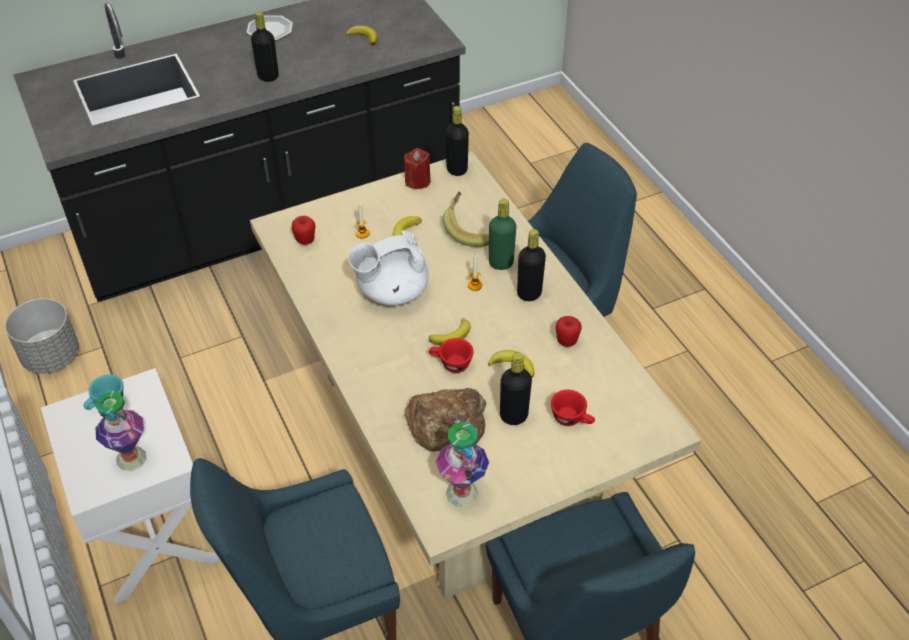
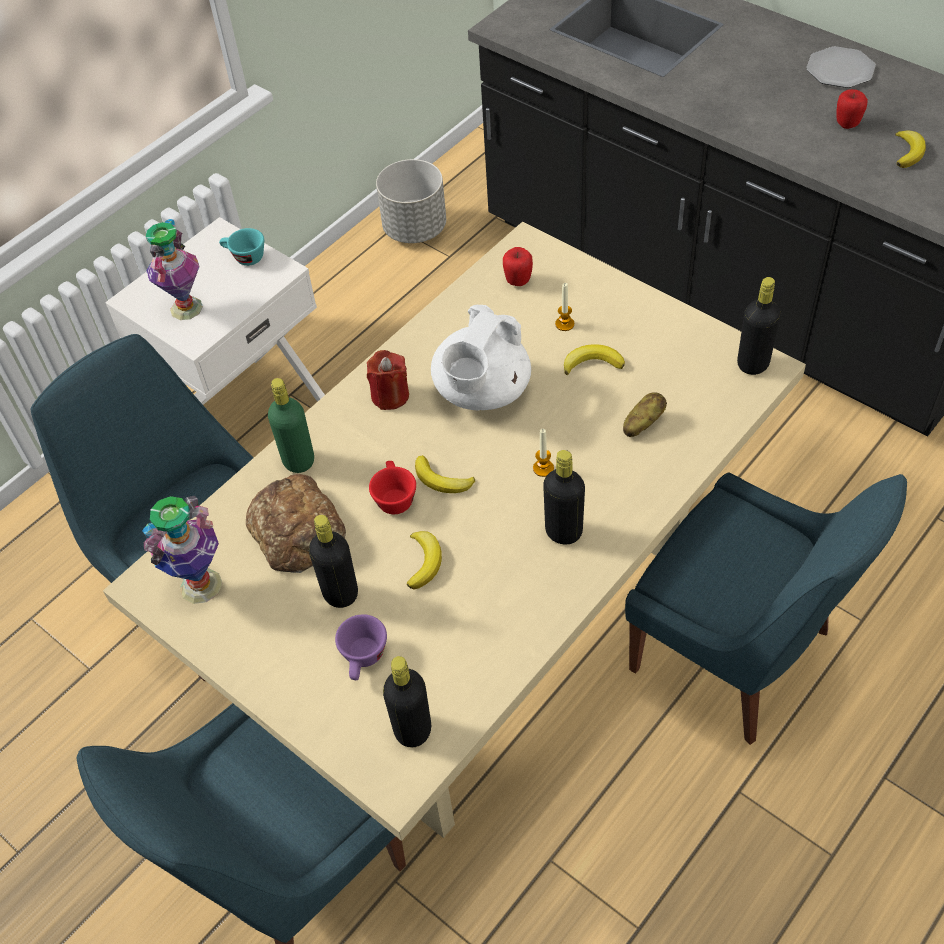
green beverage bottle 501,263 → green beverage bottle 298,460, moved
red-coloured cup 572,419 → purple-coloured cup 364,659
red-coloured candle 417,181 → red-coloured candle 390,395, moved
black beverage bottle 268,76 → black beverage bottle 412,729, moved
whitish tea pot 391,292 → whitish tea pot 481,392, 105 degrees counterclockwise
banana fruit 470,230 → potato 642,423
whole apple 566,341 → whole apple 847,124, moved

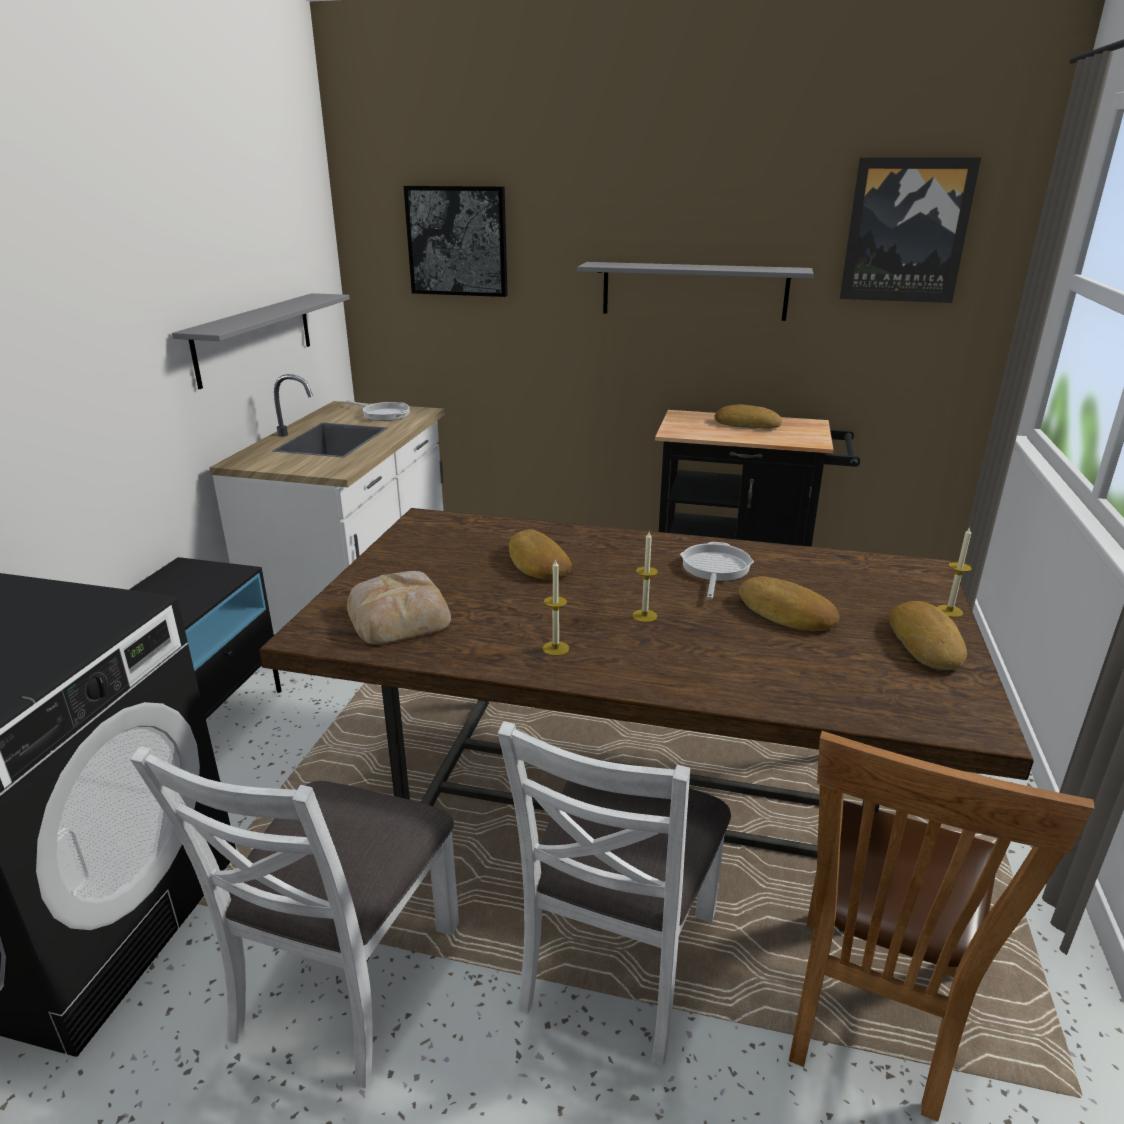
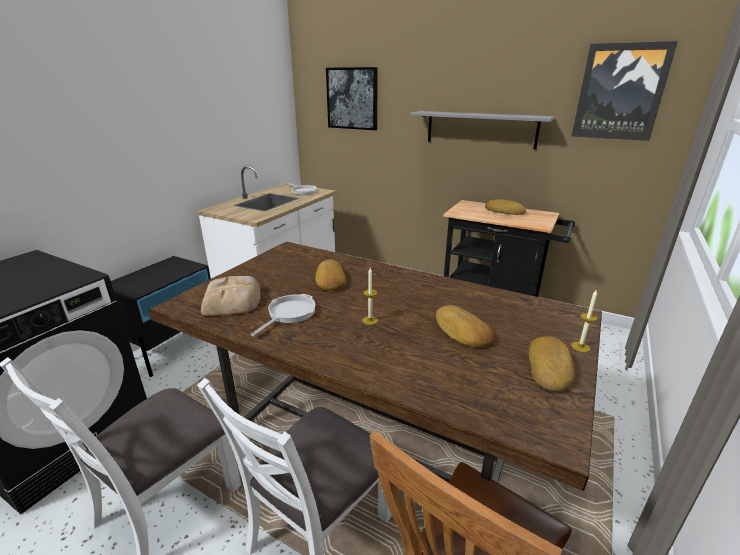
skillet 714,569 → skillet 289,313, moved
greyish wall shelf 254,338 → -
candle 555,648 → -

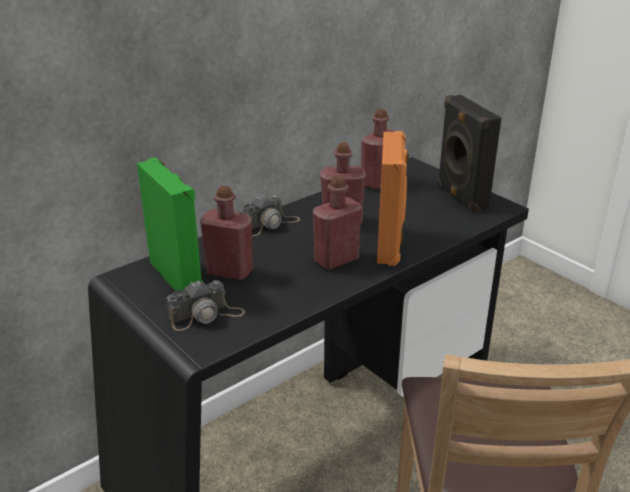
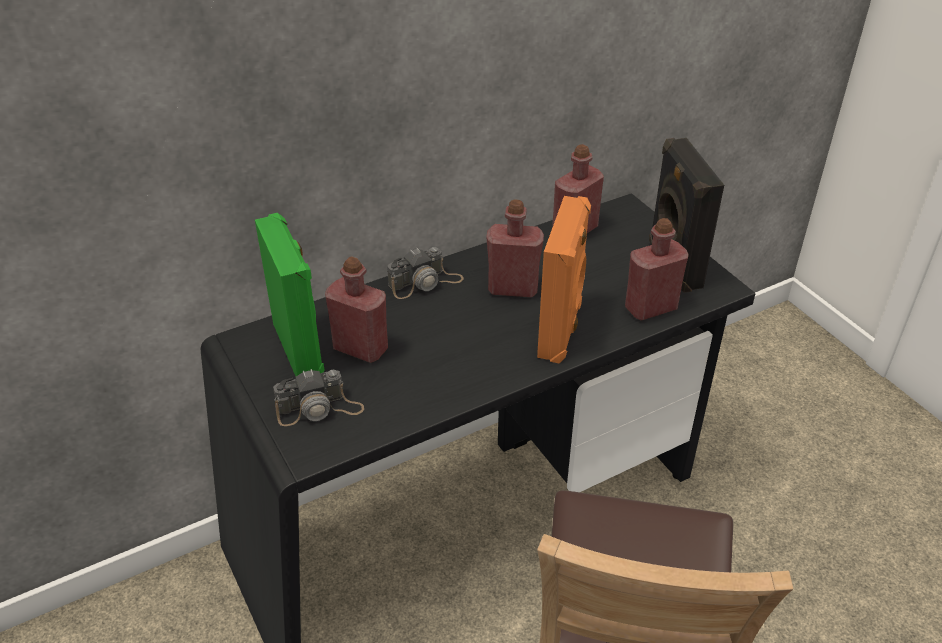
red-coloured beverage bottle 336,260 → red-coloured beverage bottle 650,308, moved

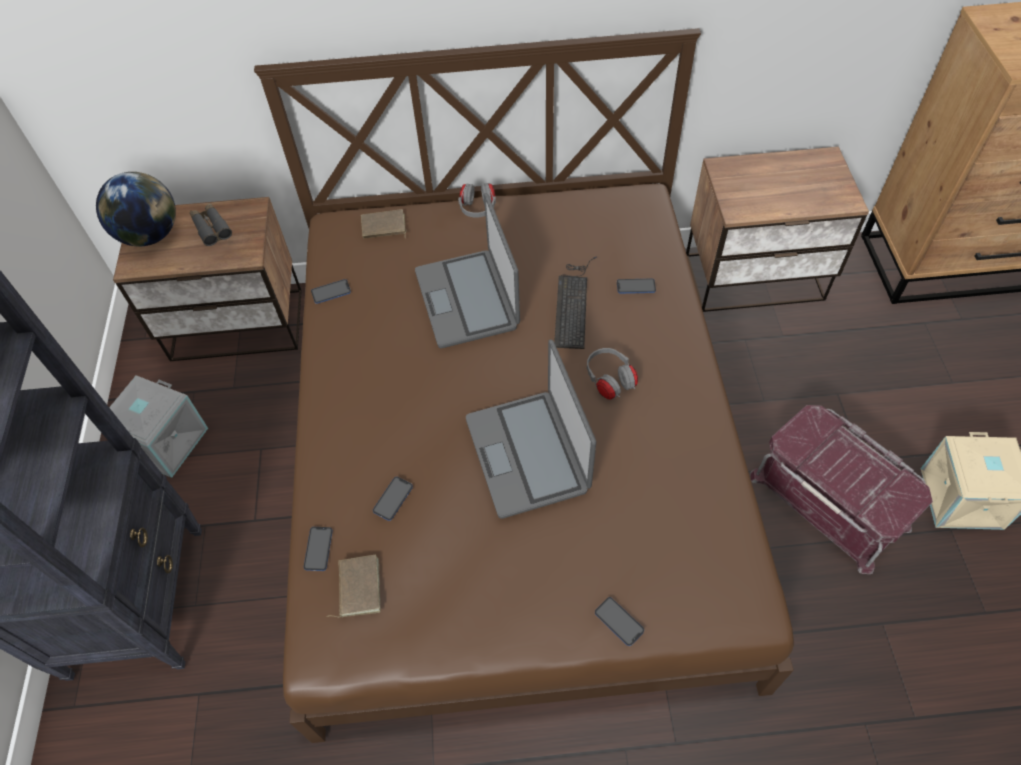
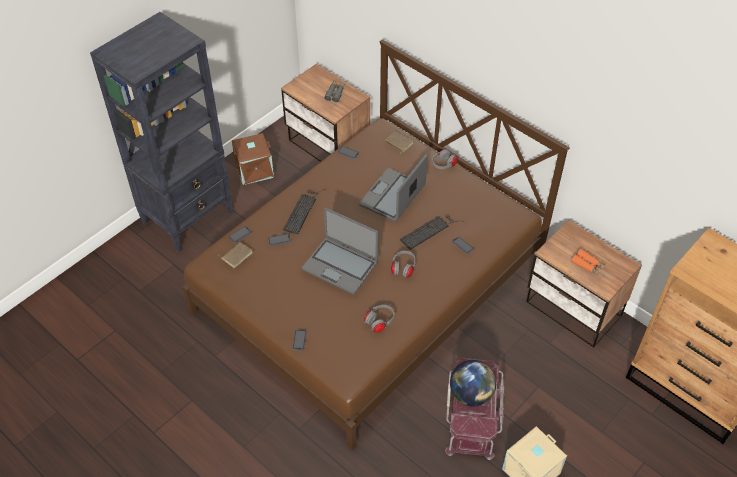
greyish storage container 164,441 → brown storage container 254,169
- → keyboard 303,210
portable computer 528,454 → portable computer 340,265, 90 degrees counterclockwise
- → greyish headset 379,322
desk globe 150,235 → desk globe 471,394, moved
- → orangey pair of binoculars 587,265

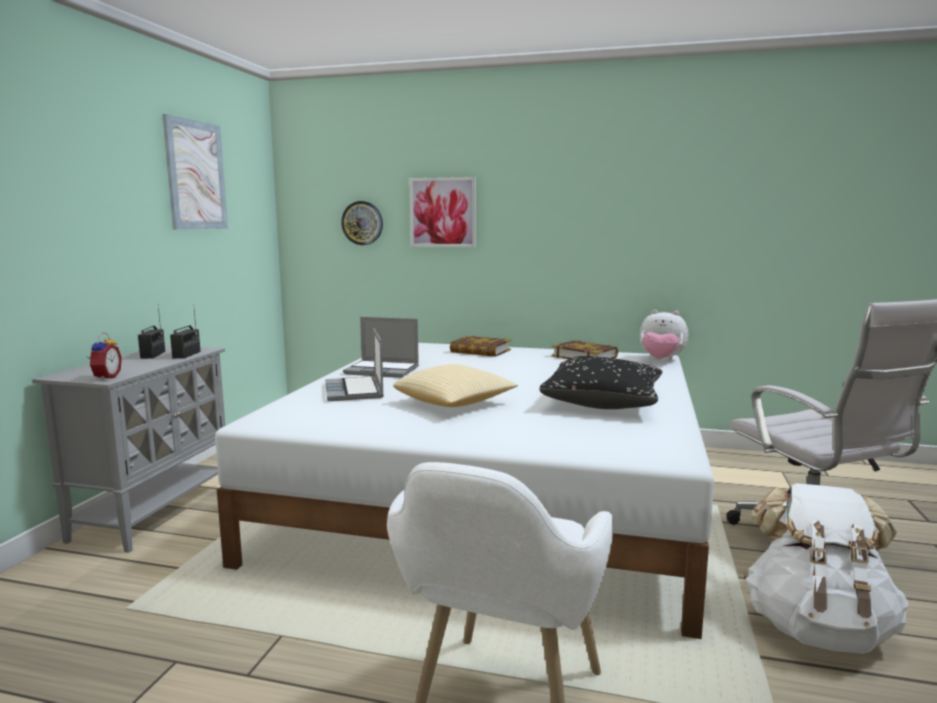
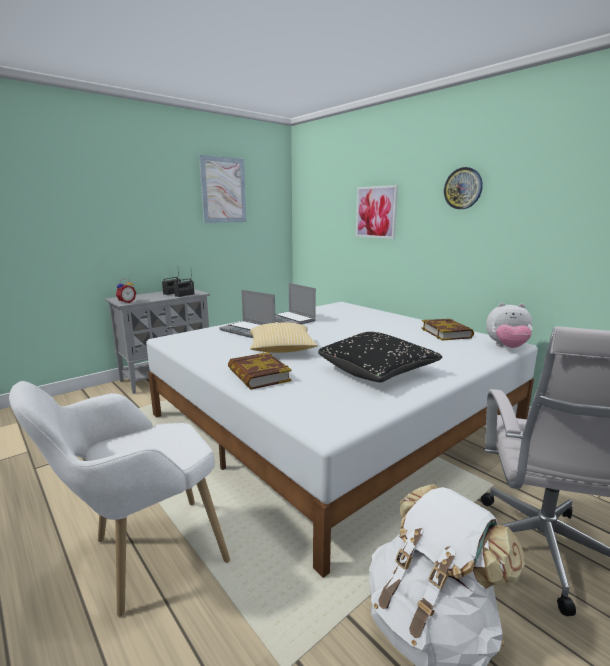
portable computer 355,391 → portable computer 249,330, 75 degrees counterclockwise
volume 480,351 → volume 258,375, moved
clock on the wall 362,223 → clock on the wall 463,188, moved
plush toy 661,360 → plush toy 506,347, 45 degrees counterclockwise

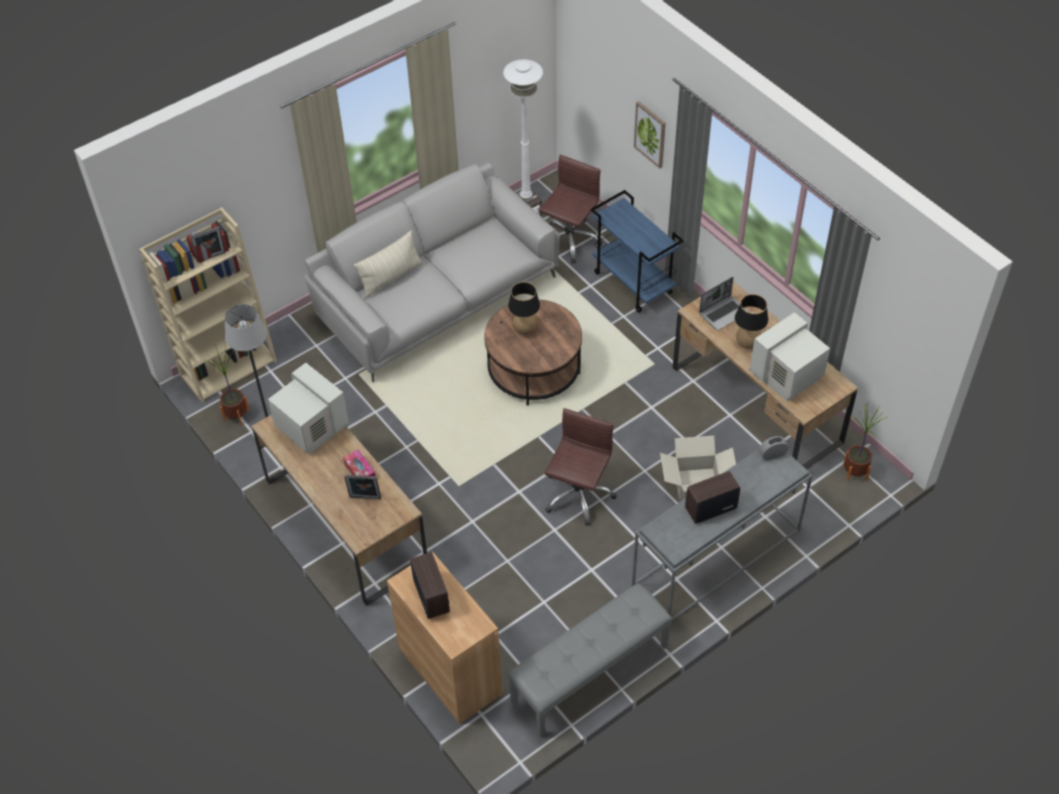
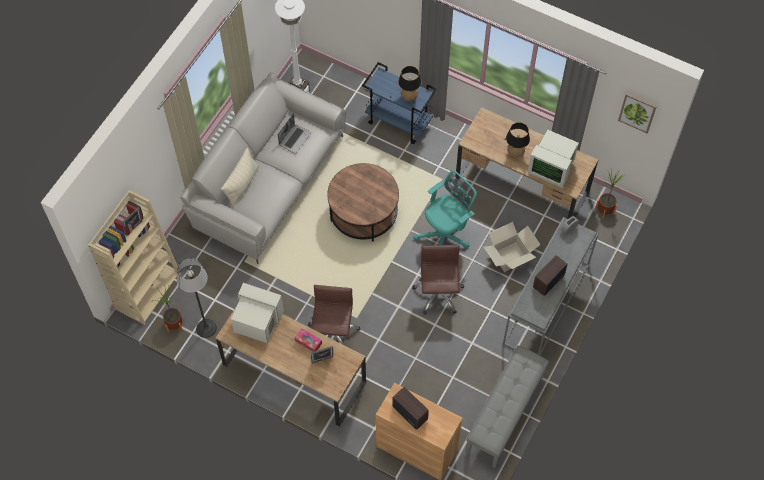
portable computer 723,313 → portable computer 294,138, moved
brown desk chair 569,240 → brown desk chair 333,334, moved
tabletop lamp 523,327 → tabletop lamp 407,95, moved
- → blue-green desk chair 445,234
monitor 787,377 → monitor 551,168, 90 degrees counterclockwise
picture 650,134 → picture 637,112, moved

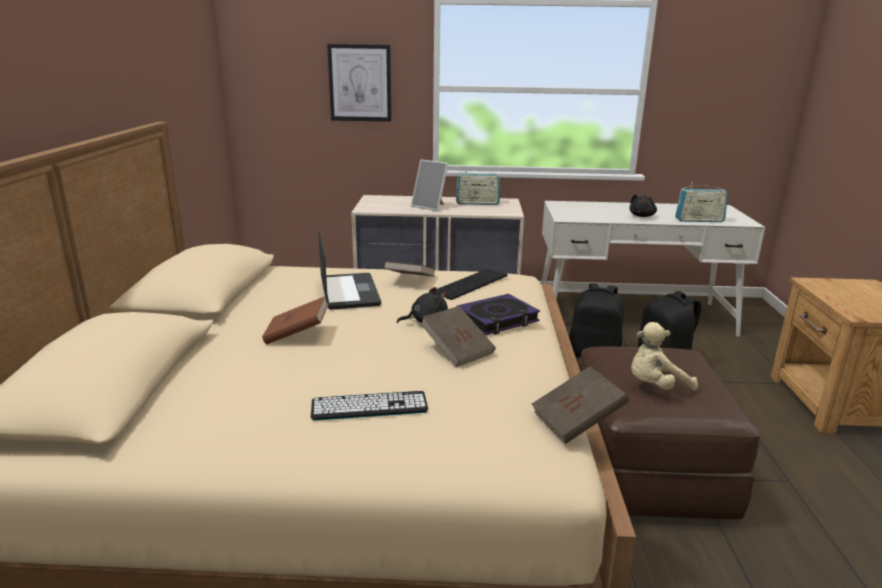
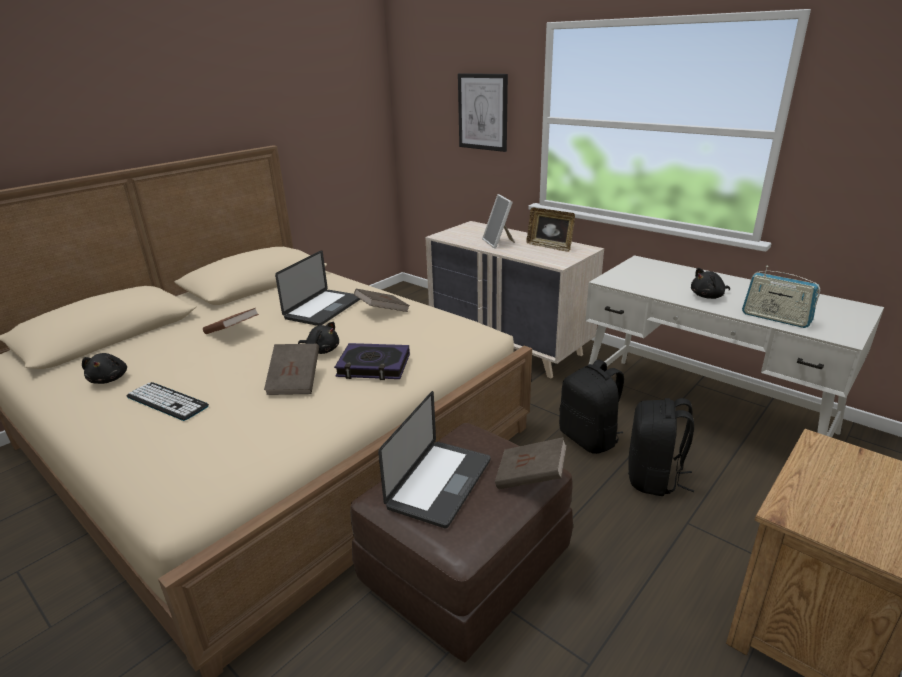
- → black plush toy 109,379
beige plush toy 655,386 → portable computer 440,484
brown volume 577,421 → brown volume 530,477, moved
radio 477,203 → standing frame 549,246
keyboard 471,284 → -

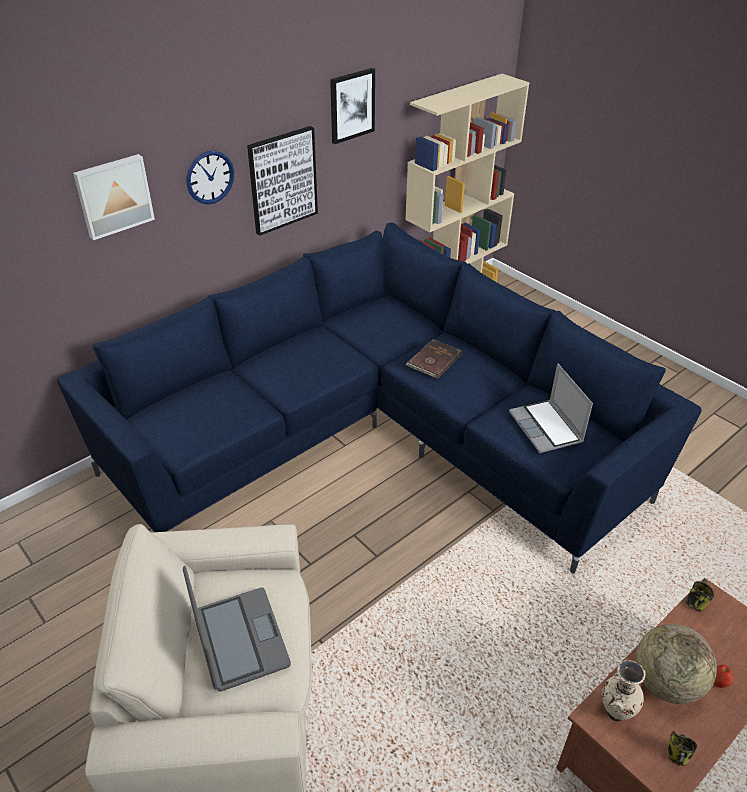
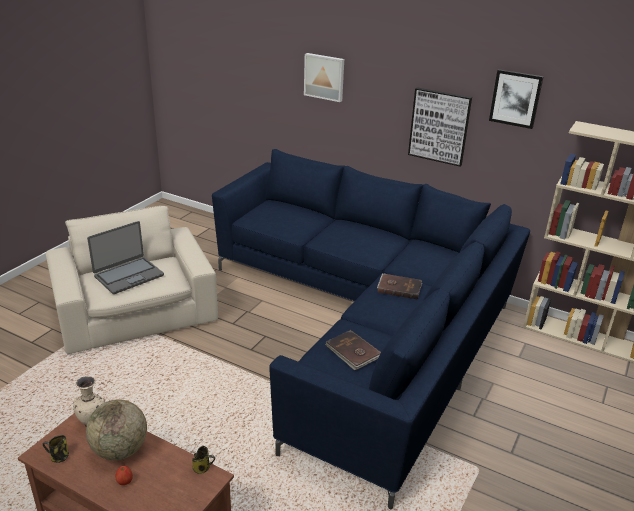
portable computer 547,428 → brown volume 352,352
clock on the wall 210,177 → -

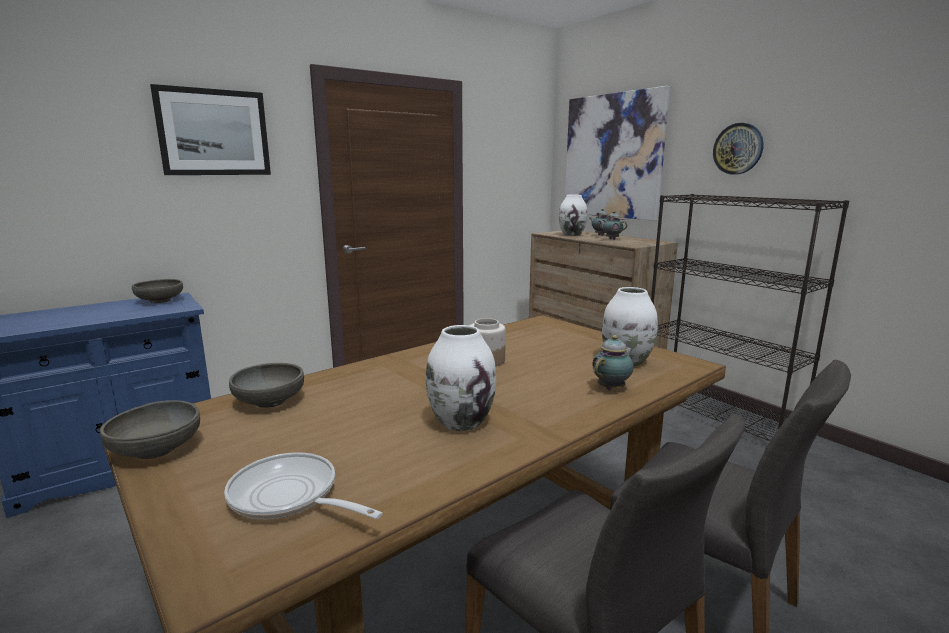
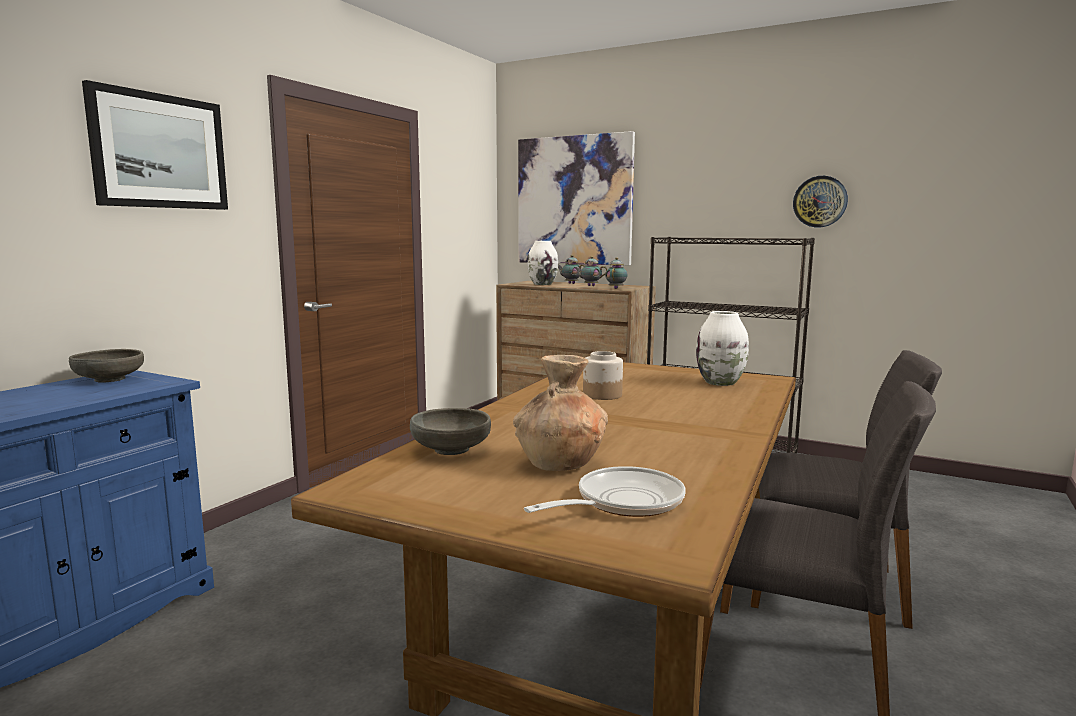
- → brown vase 561,463
skillet 289,497 → skillet 622,502, 135 degrees clockwise
tea pot 612,388 → tea pot 616,288, moved
clock on the wall 738,149 → clock on the wall 820,201, moved
greyish deep dish 157,449 → -
whitish vase 461,422 → -

